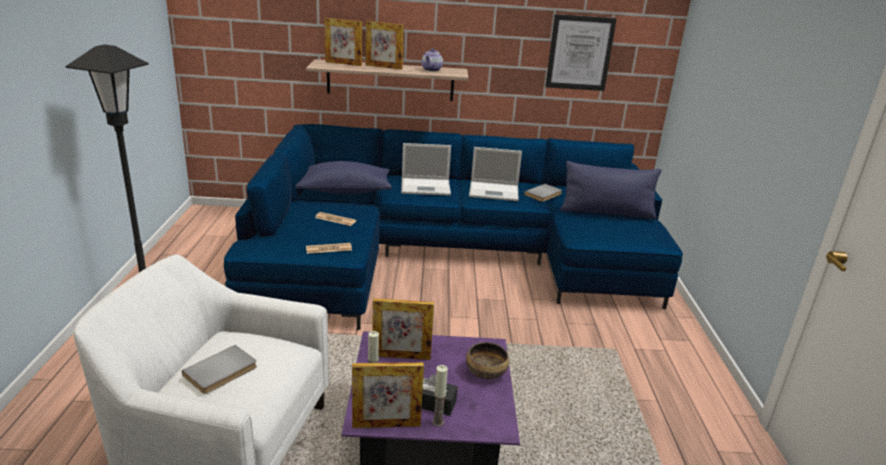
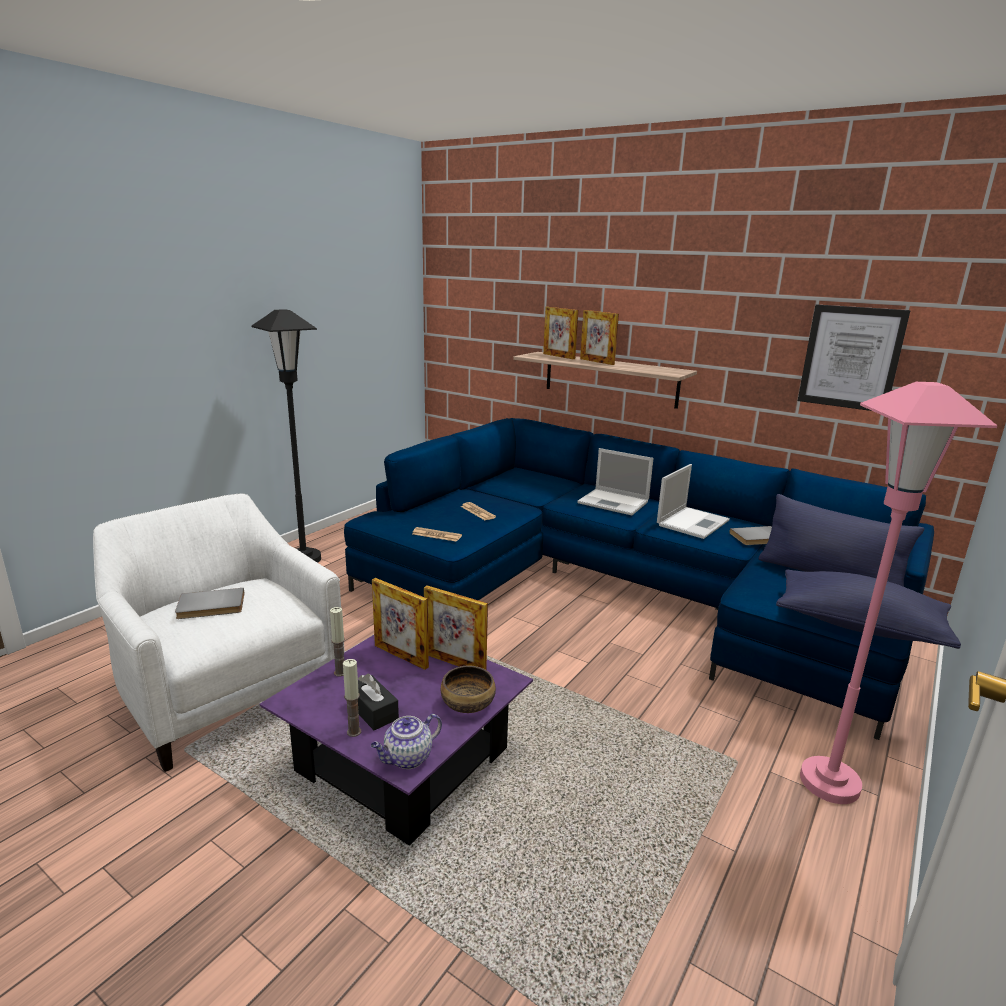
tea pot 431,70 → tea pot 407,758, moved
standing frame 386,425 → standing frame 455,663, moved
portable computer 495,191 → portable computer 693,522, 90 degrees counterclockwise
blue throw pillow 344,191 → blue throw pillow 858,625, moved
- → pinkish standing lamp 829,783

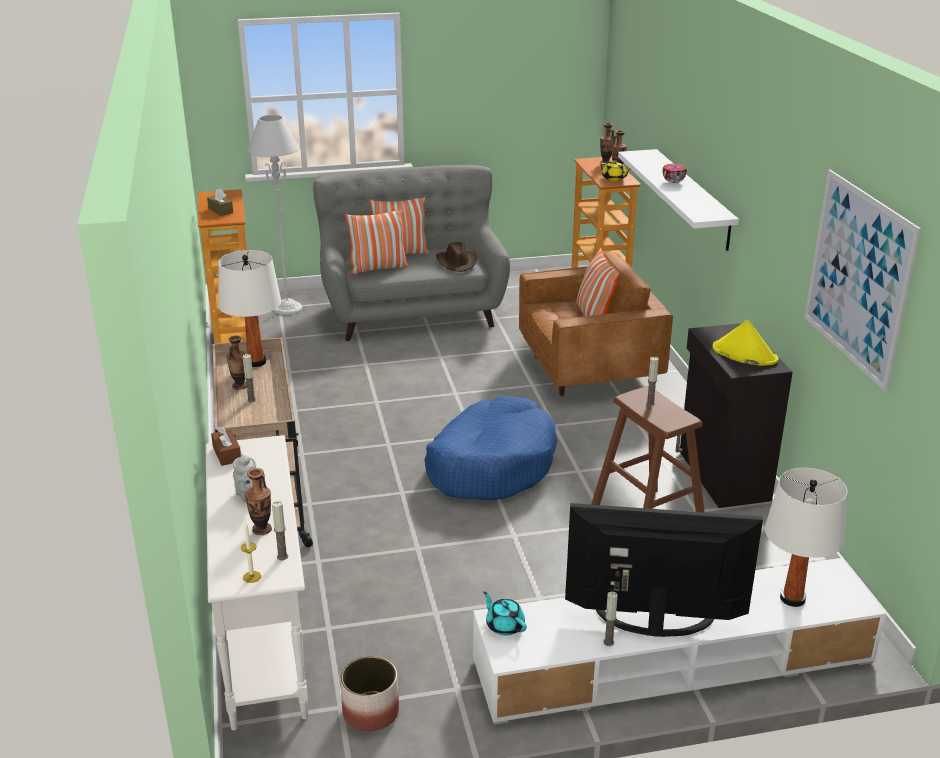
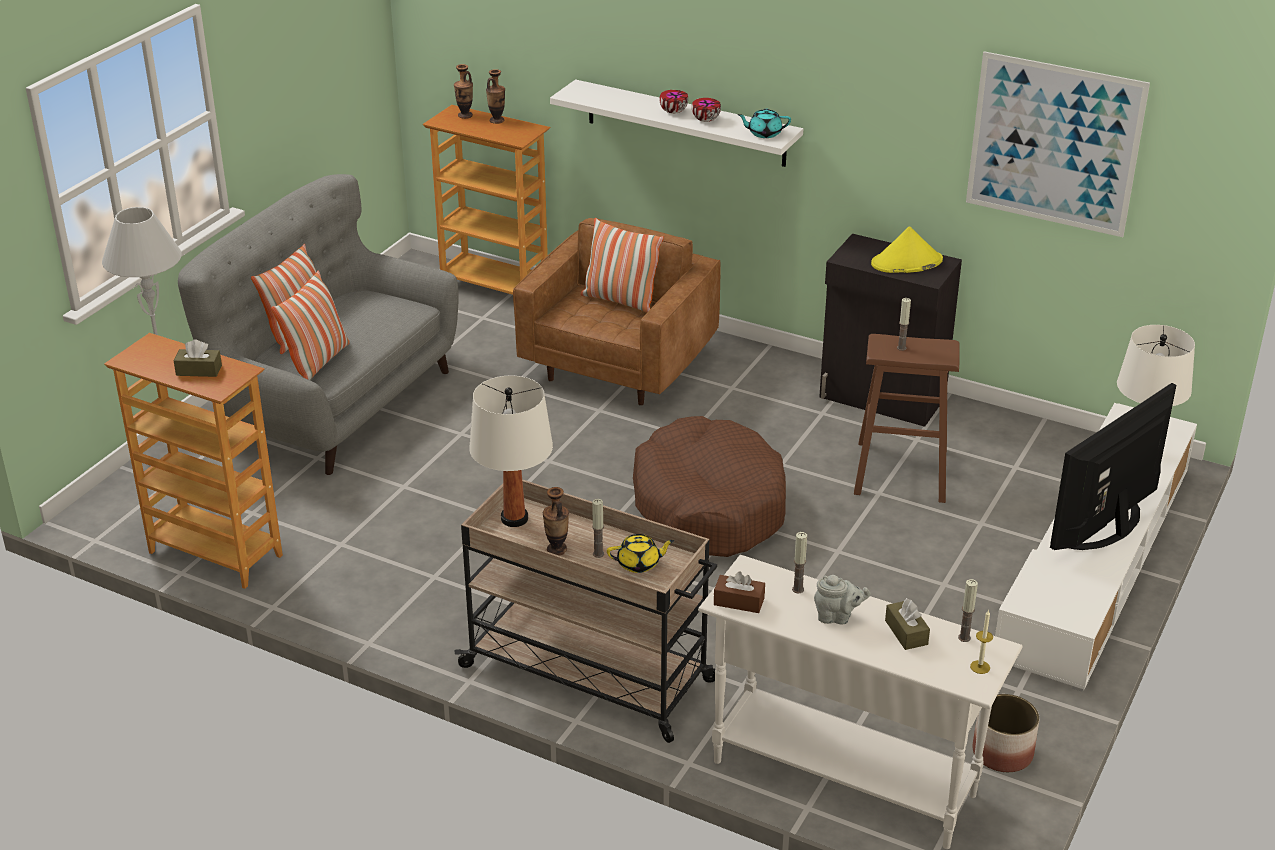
yellow-coloured tea pot 614,179 → yellow-coloured tea pot 639,564, moved
blue dog bed 491,465 → brown dog bed 709,506
- → deep dish 706,120
blue-green tea pot 504,625 → blue-green tea pot 764,133, moved
candle 608,642 → candle 798,589, moved
vase 262,530 → brown tissue box 906,632
brown clothing hat 457,262 → -

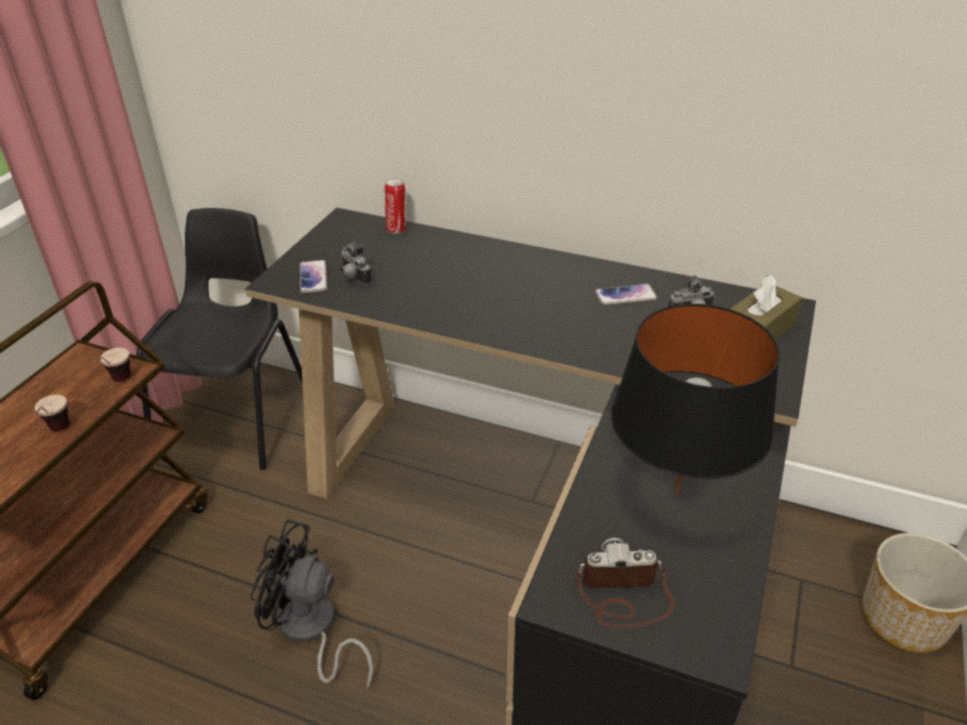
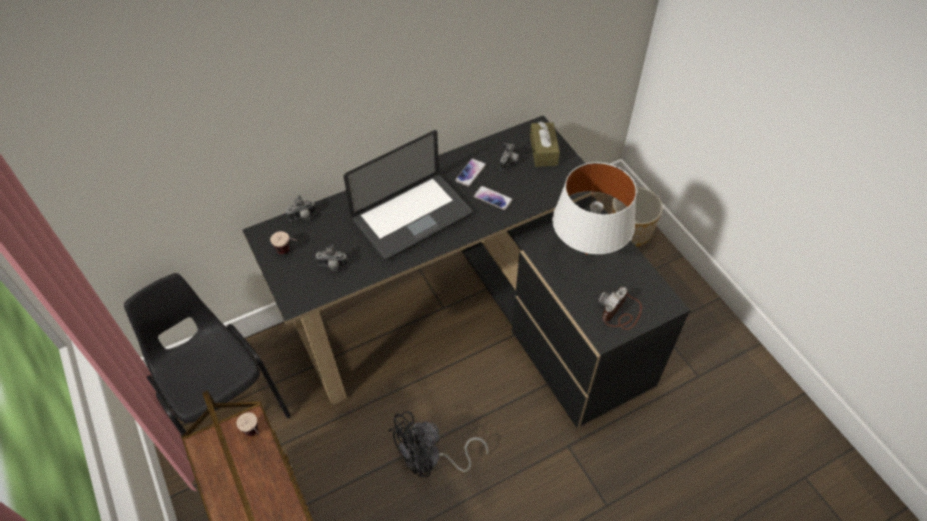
cup 57,433 → cup 289,252, moved
metal can 397,229 → still camera 303,217
- → portable computer 412,218
telephone 313,277 → telephone 492,198, moved
black tabletop lamp 676,493 → whitish tabletop lamp 586,254

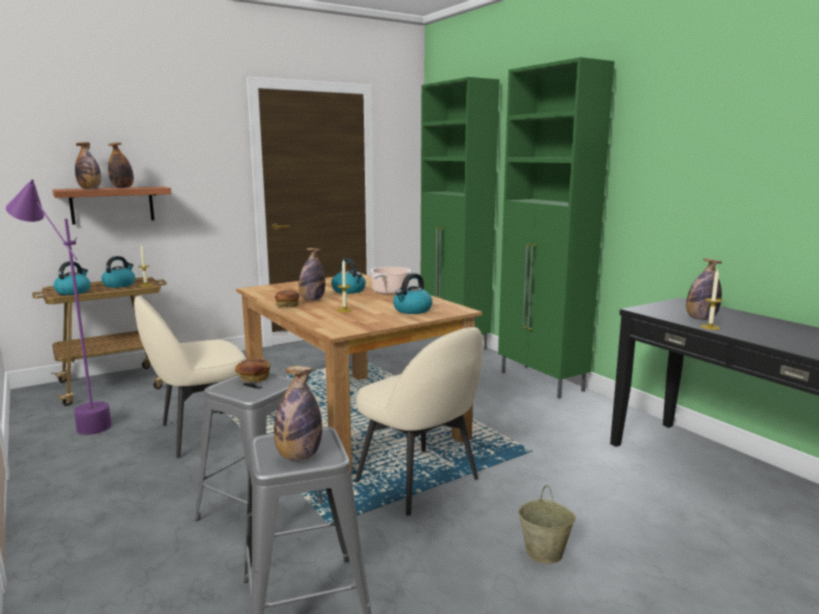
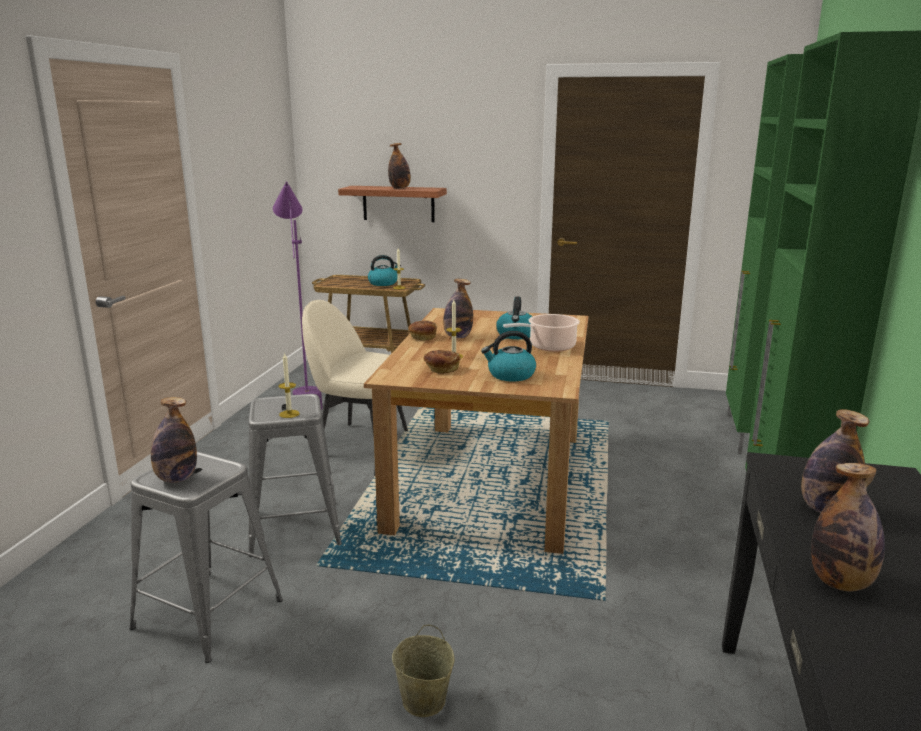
candle 710,327 → candle 289,414, moved
bread 253,378 → bread 441,369, moved
beverage bottle 90,188 → beverage bottle 840,583, moved
tea kettle 73,292 → -
beige chair 419,482 → -

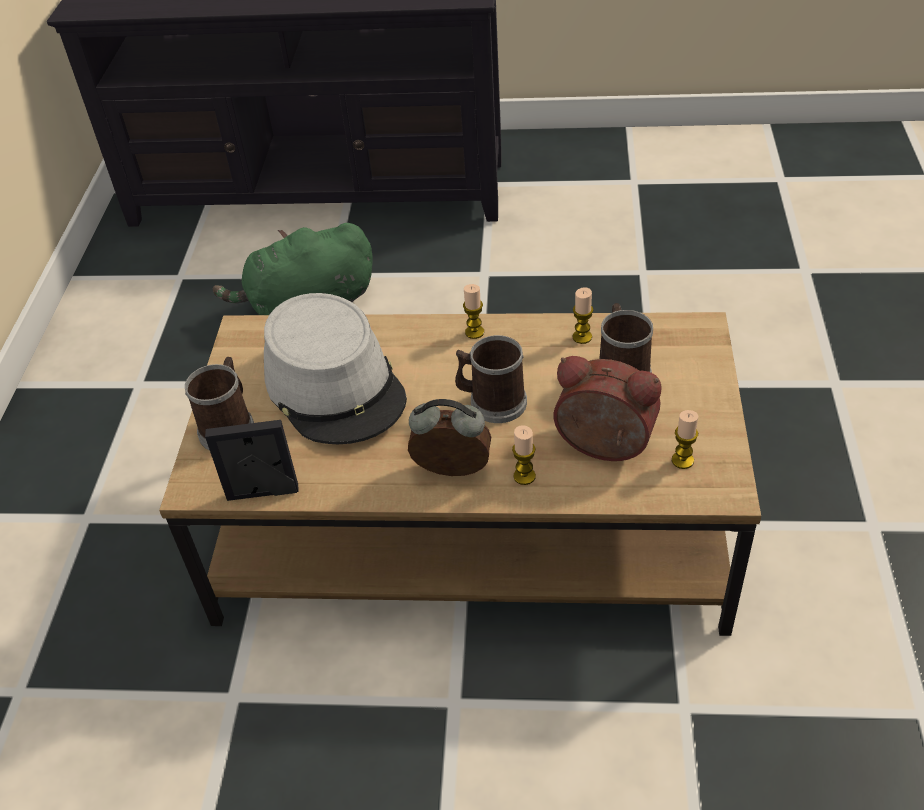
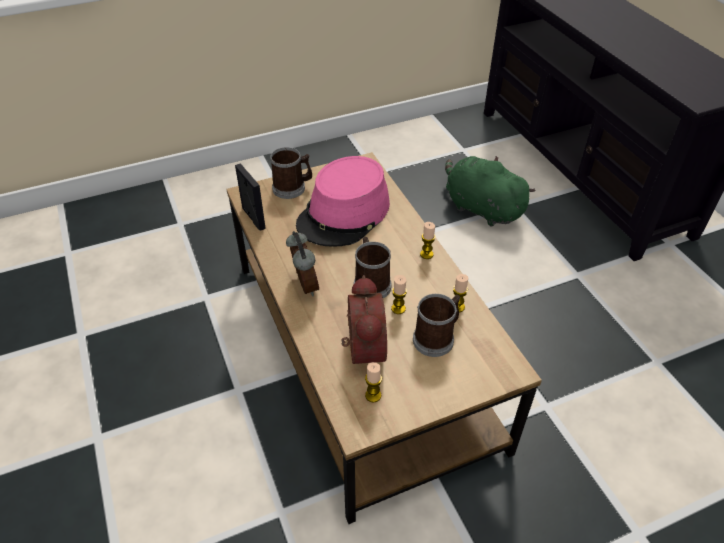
greyish clothing hat 335,386 → pinkish clothing hat 344,214
candle 524,476 → candle 398,308, moved

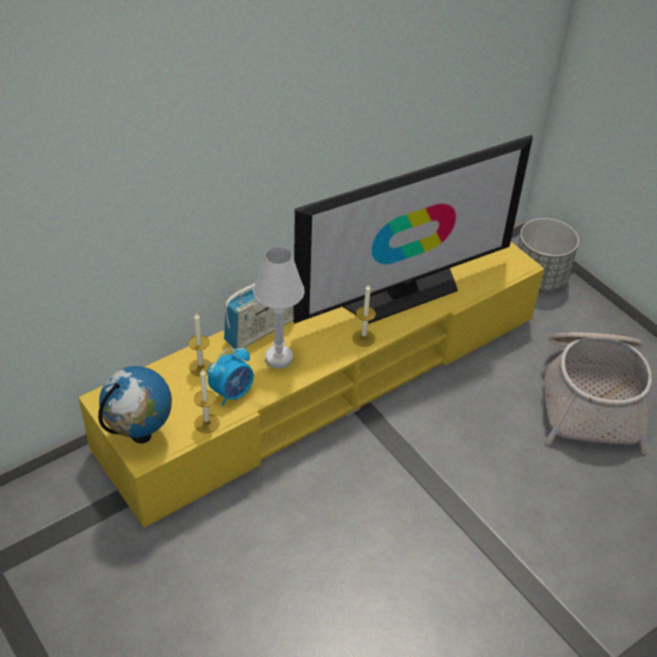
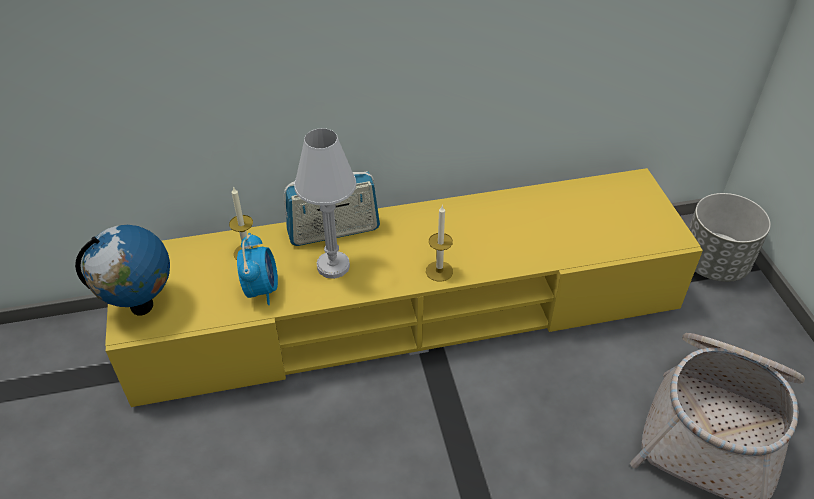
bedside clock 232,393 → bedside clock 261,289, 75 degrees counterclockwise
candle 206,423 → -
TV 402,293 → -

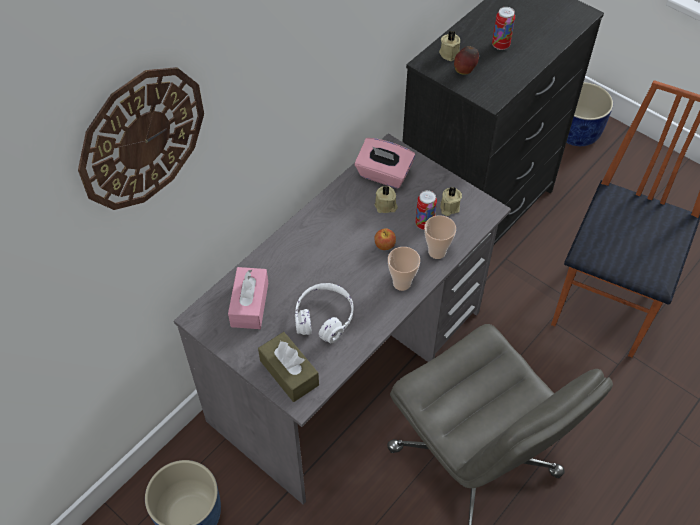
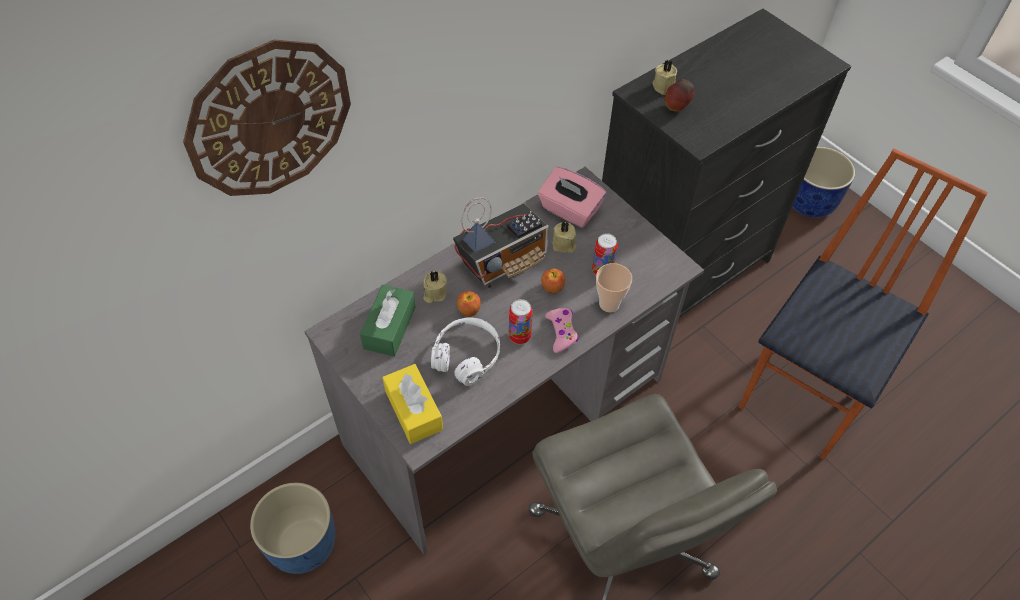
pinkish tissue box 249,304 → green tissue box 389,327
brown tissue box 289,373 → yellow-coloured tissue box 413,410
beige candle 449,207 → beige candle 434,293, moved
- → radio 504,261
- → whole apple 469,310
metal can 500,45 → metal can 519,336, moved
cup 401,283 → pinkish game controller 561,332

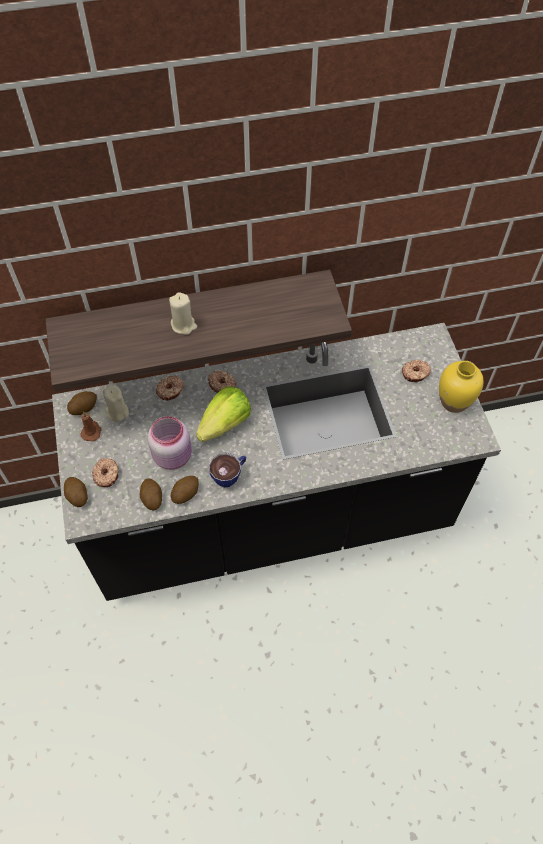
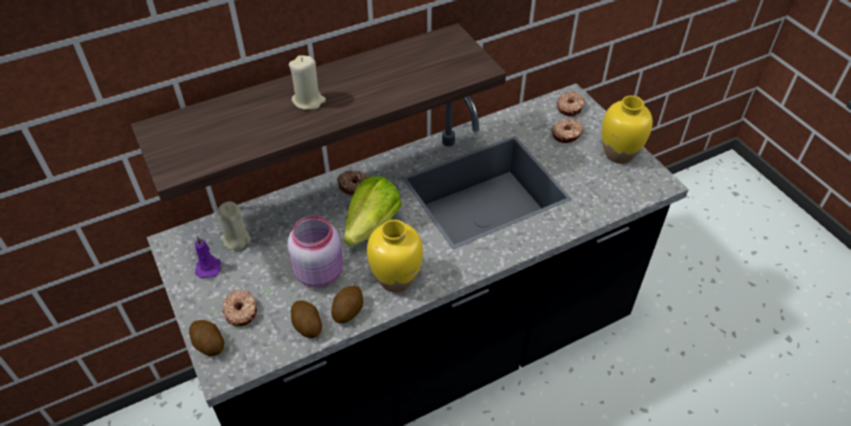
brown candle 91,431 → purple-coloured candle 208,267
cup 230,475 → yellow-coloured vase 396,279
donut 170,391 → donut 570,107, moved
potato 84,407 → -

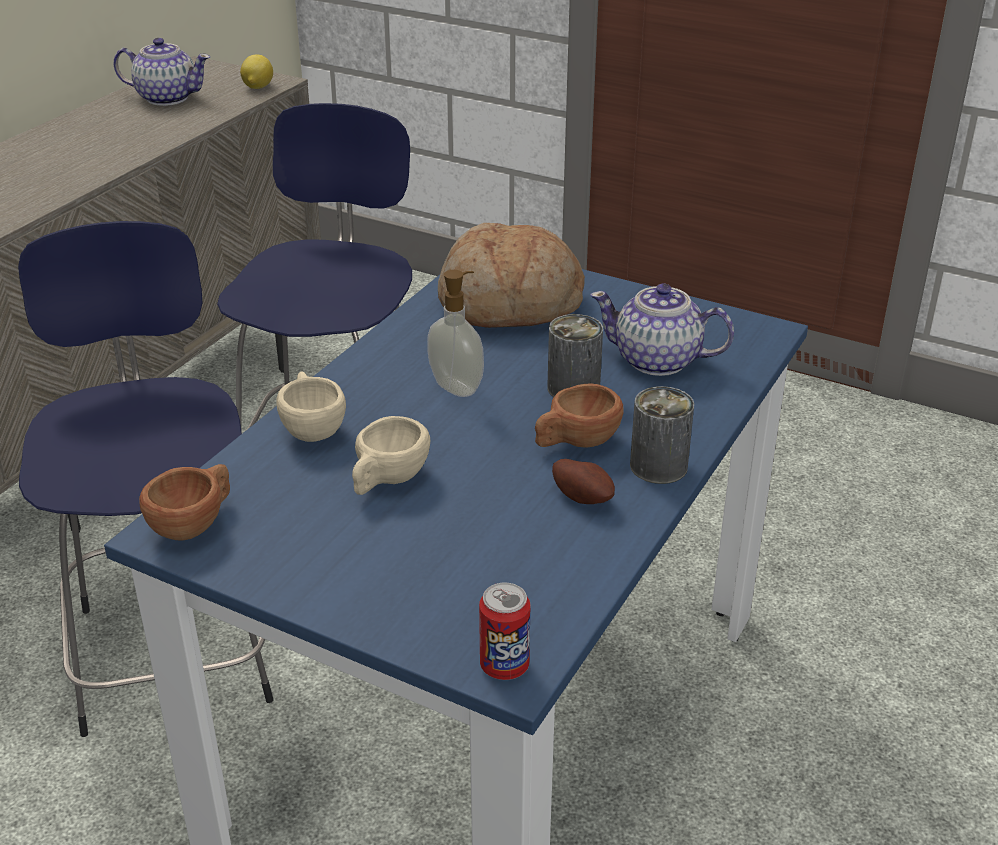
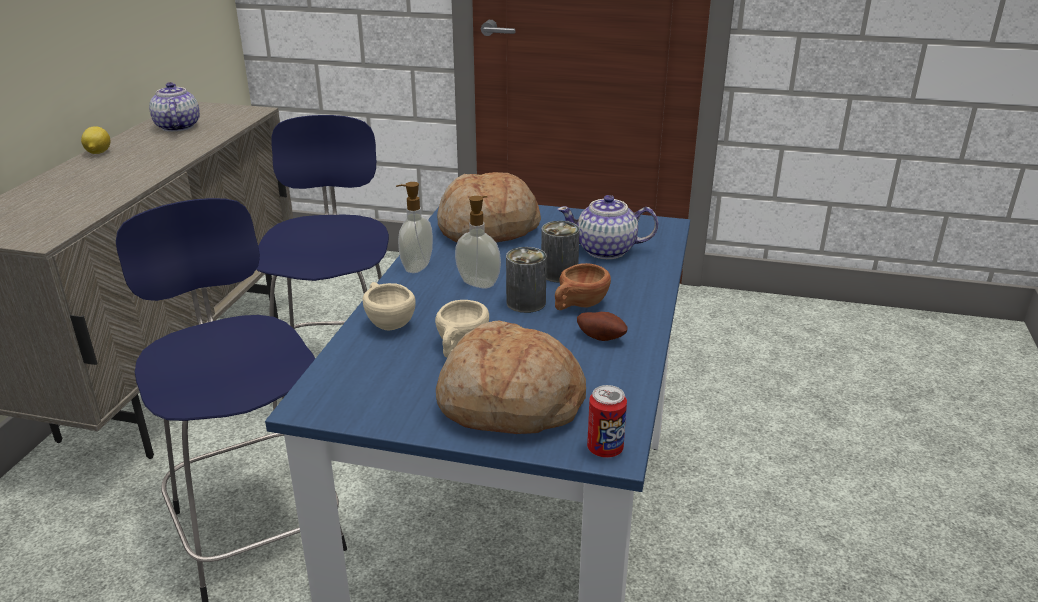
lemon 257,87 → lemon 98,153, moved
tea pot 167,98 → tea pot 177,127, 105 degrees counterclockwise
- → soap bottle 416,267
- → bread 509,404
metal can 658,466 → metal can 526,302, moved
brown cup 195,523 → -

